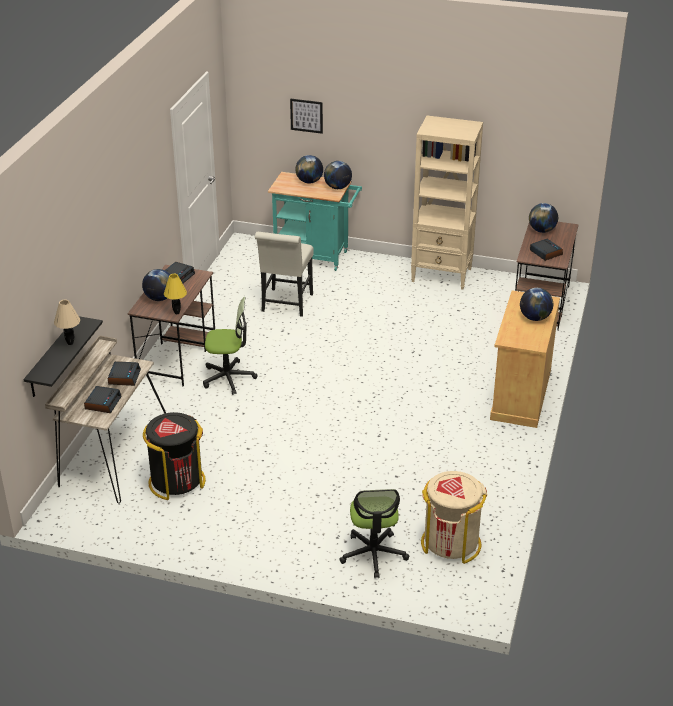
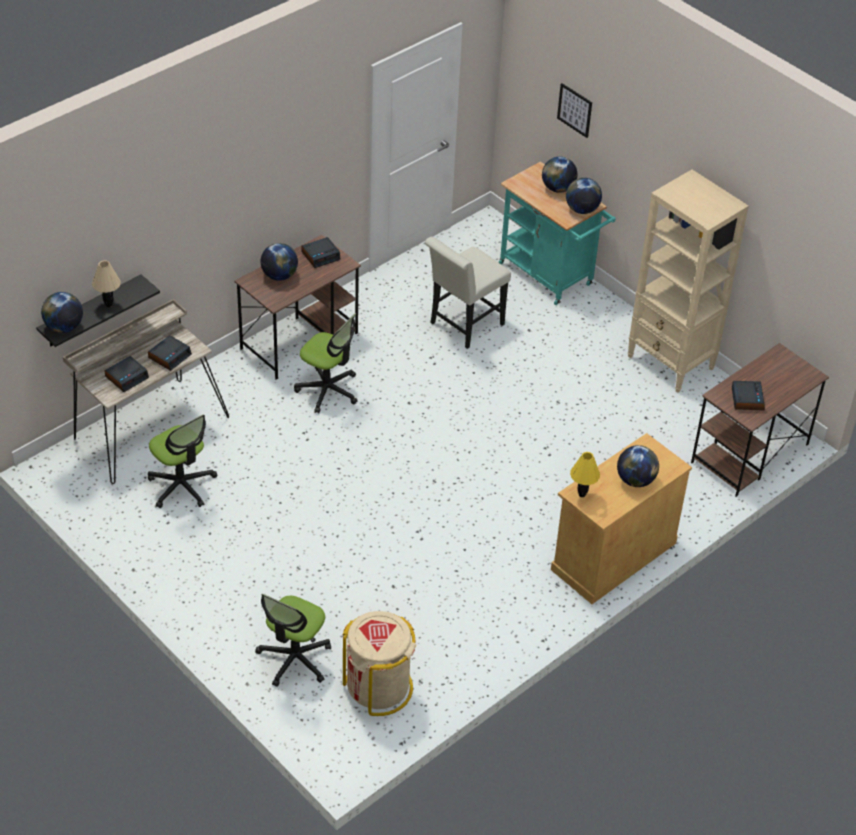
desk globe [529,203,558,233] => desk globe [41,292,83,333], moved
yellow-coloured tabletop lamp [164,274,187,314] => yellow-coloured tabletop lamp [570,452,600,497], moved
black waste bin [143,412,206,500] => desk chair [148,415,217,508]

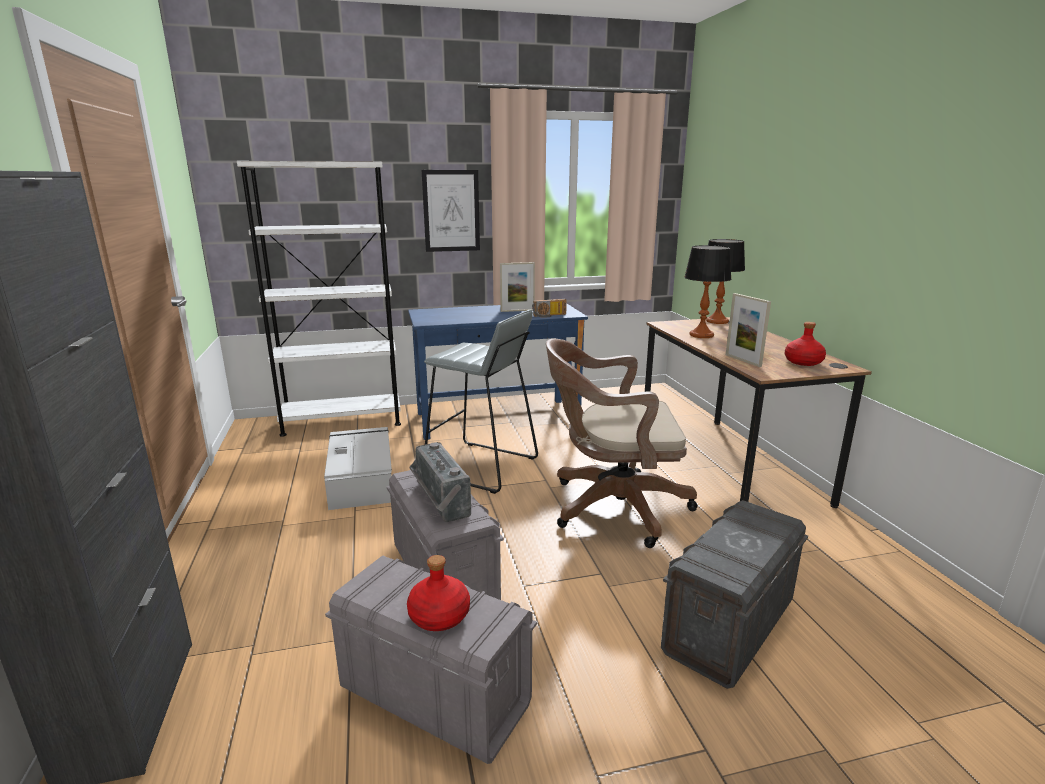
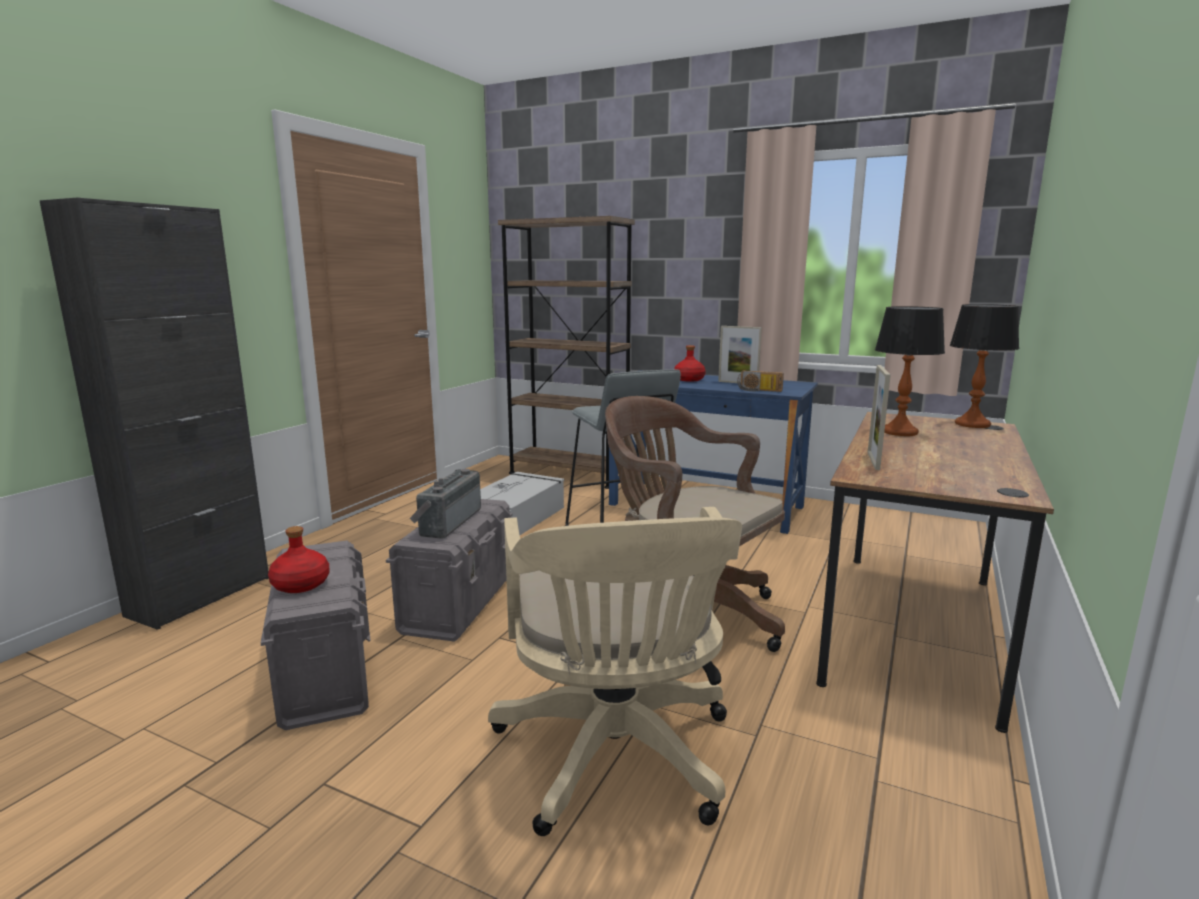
white-coloured bookshelf [237,161,401,437] => brownish bookshelf [498,216,635,489]
wall picture [422,170,480,252] => nothing
reddish bottle [784,322,826,366] => reddish bottle [674,345,706,382], moved
gray storage bin [661,500,808,689] => beige desk chair [488,507,742,836]

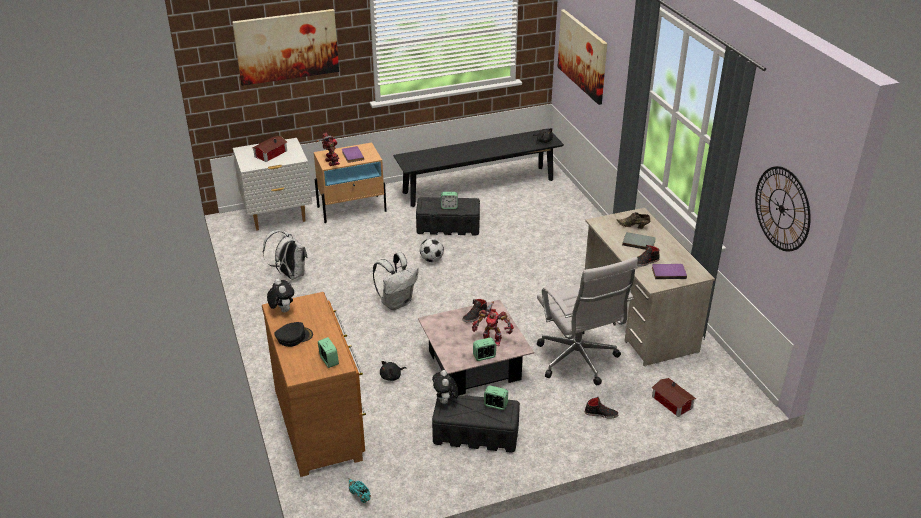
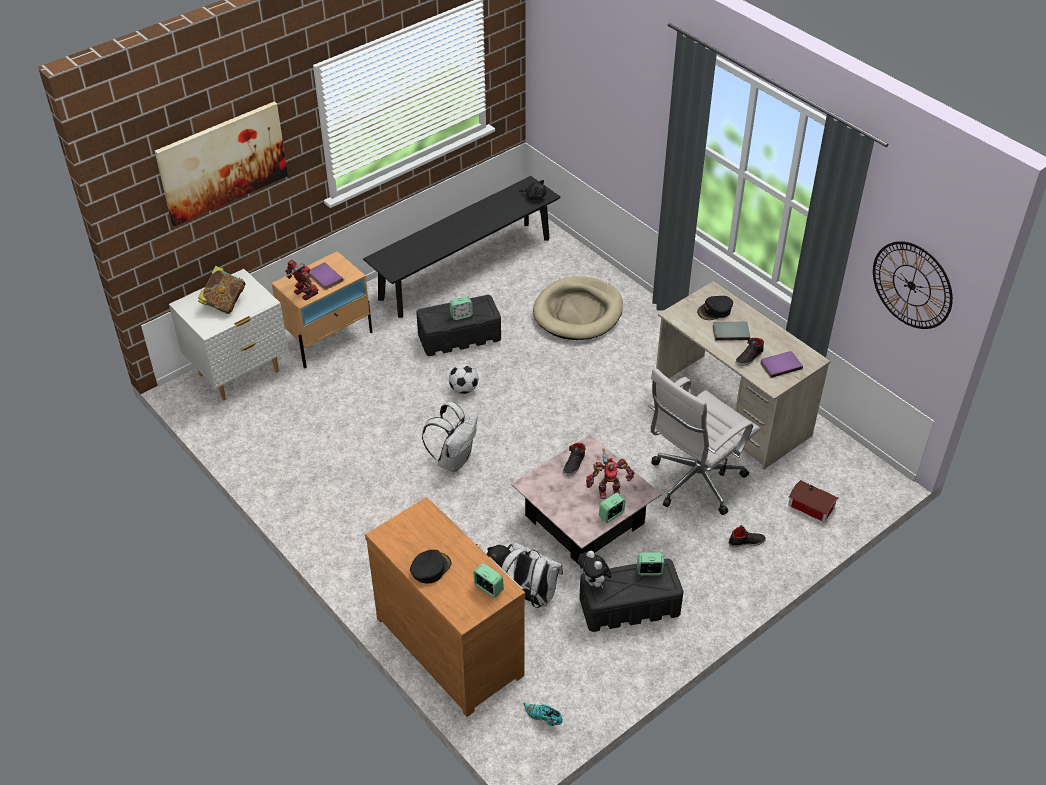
wall picture [558,9,607,105] => nothing
miniature house [252,136,287,162] => bound book [198,266,245,314]
brownish shoe [616,212,650,229] => black baseball cap [697,296,733,320]
white-coloured knapsack [263,230,307,280] => white-coloured knapsack [501,542,563,608], moved
white-coloured desk chair [537,257,638,385] => white-coloured desk chair [648,368,760,515], 90 degrees clockwise
cuddly toy [267,279,294,313] => nothing
nothing => beige dog bed [533,276,623,340]

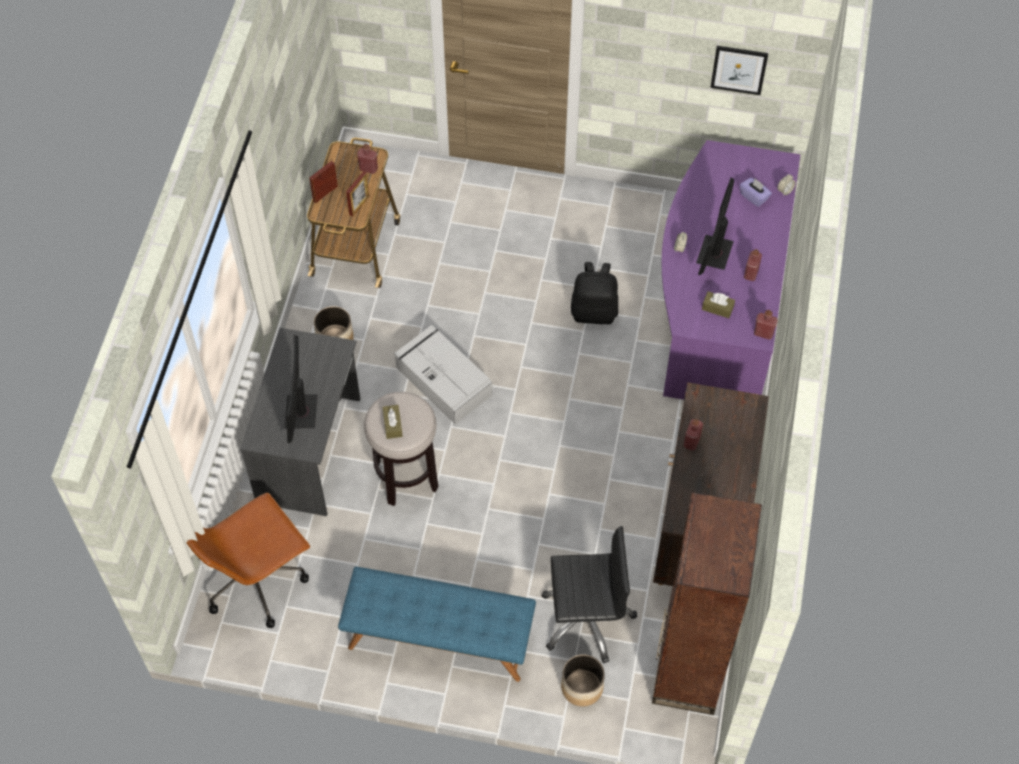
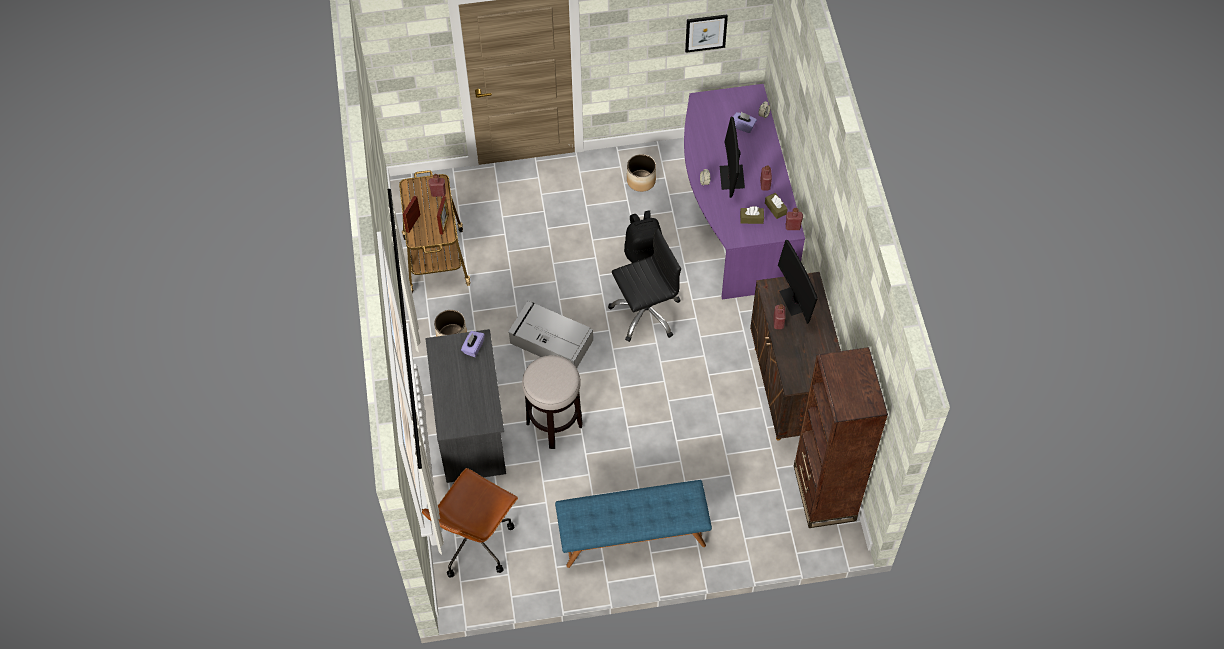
monitor [284,335,318,443] => monitor [778,240,818,324], moved
brownish tissue holder [382,405,403,439] => brownish tissue holder [765,193,788,219], moved
black desk chair [541,526,637,663] => black desk chair [608,229,681,342], moved
plant pot [561,654,605,707] => plant pot [627,154,656,192], moved
nothing => purplish tissue holder [461,331,485,357]

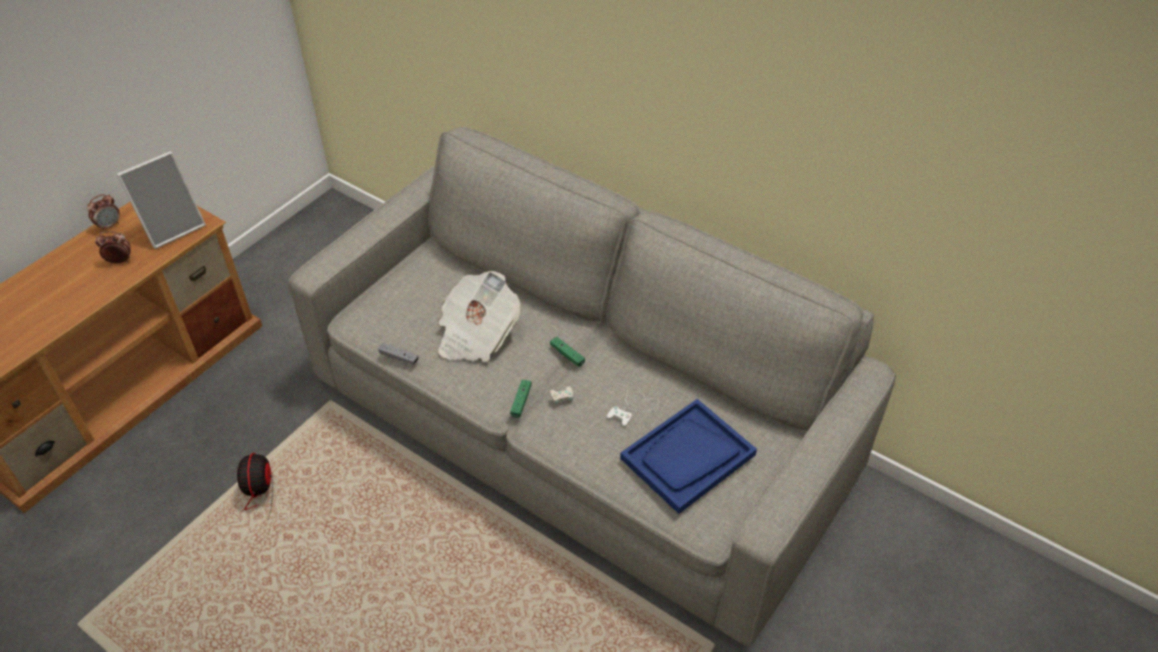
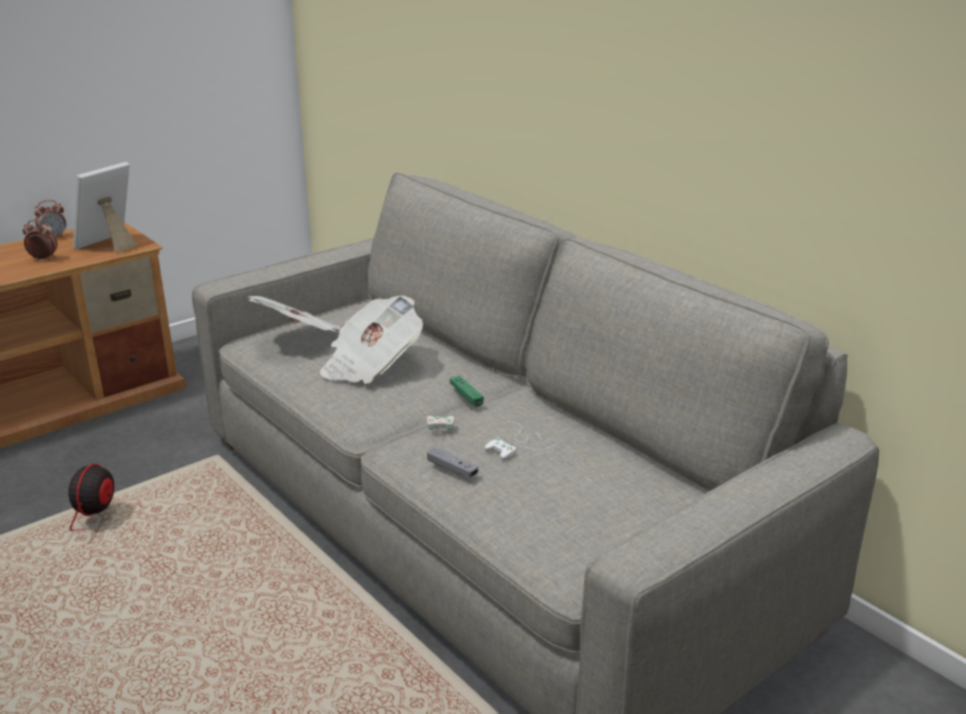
standing frame [117,151,206,249] => standing frame [73,162,137,253], 150 degrees clockwise
gray gamepad [378,343,419,365] => gray gamepad [427,447,478,478], moved
green-coloured gamepad [510,380,532,418] => nothing
blue carrying tray [620,399,757,514] => nothing
nothing => newspaper [249,296,341,332]

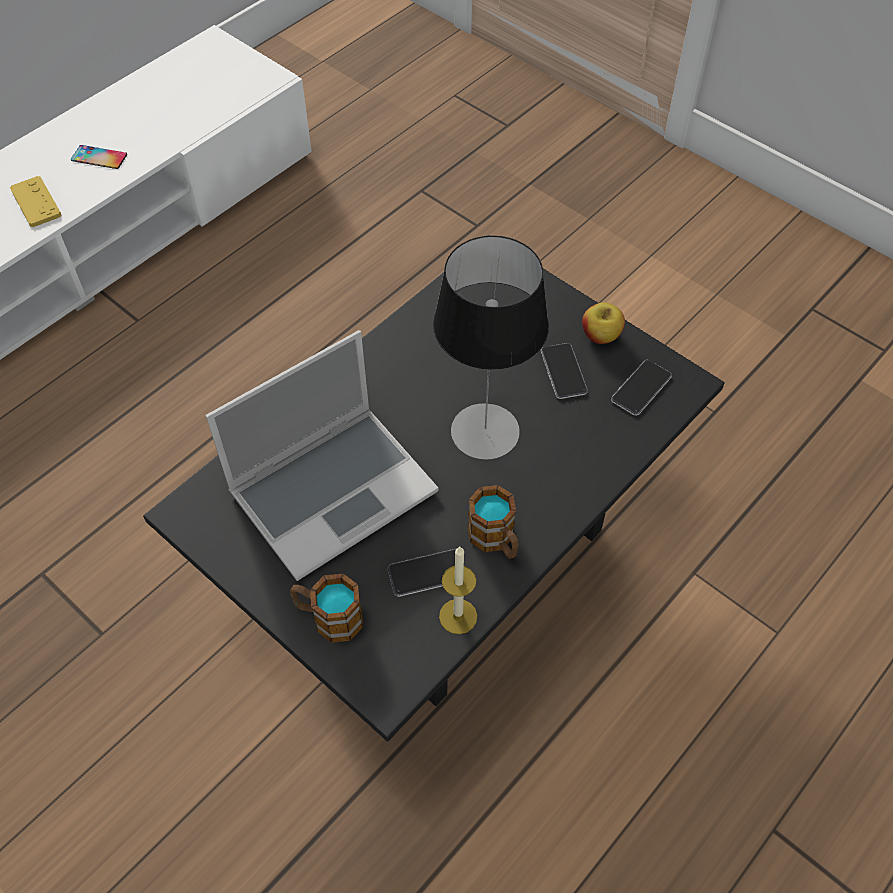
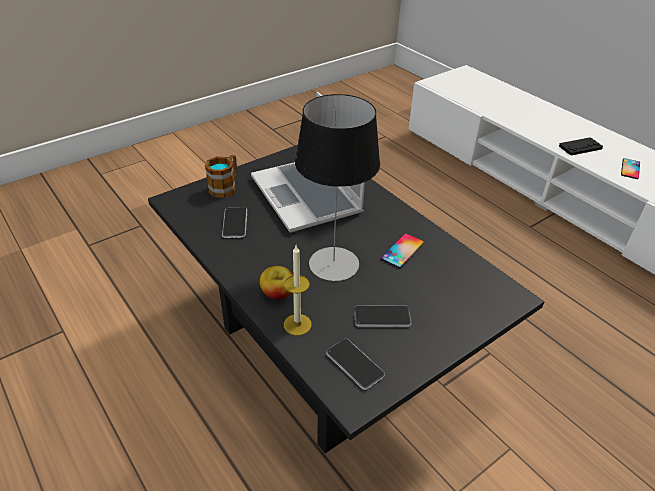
yellow-coloured gamepad [10,176,62,227] => black gamepad [559,137,603,155]
whole apple [582,302,625,344] => whole apple [260,266,293,300], moved
mug [468,485,519,559] => nothing
candle [439,547,477,634] => candle [284,246,312,336], moved
nothing => phone [381,233,424,268]

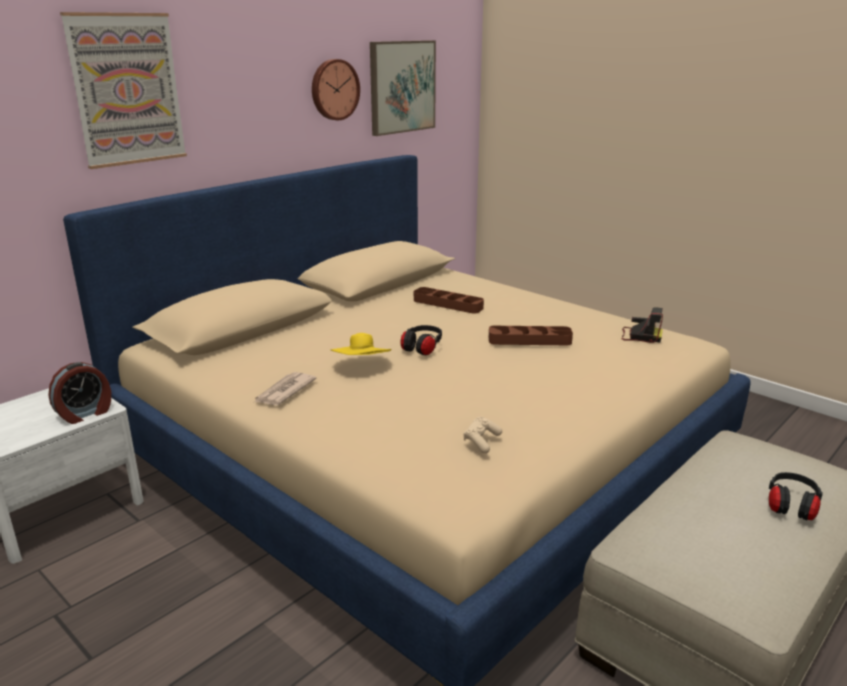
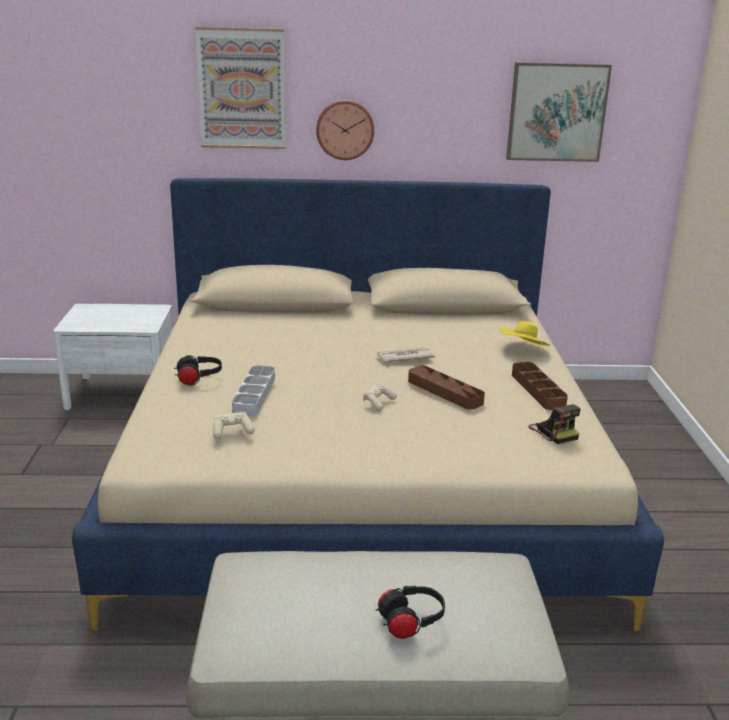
hanging clock [312,59,360,120] => hanging clock [316,100,374,160], moved
brownish carrying tray [414,287,484,314] => brownish carrying tray [512,362,568,410], moved
black headphones [400,325,442,356] => black headphones [174,356,222,386], moved
yellow-coloured clothing hat [331,333,392,355] => yellow-coloured clothing hat [499,321,550,346], moved
table clock [48,362,111,424] => nothing
newspaper [255,372,317,405] => newspaper [376,347,435,363], moved
nothing => gray carrying tray [232,365,275,416]
nothing => beige gamepad [363,383,397,411]

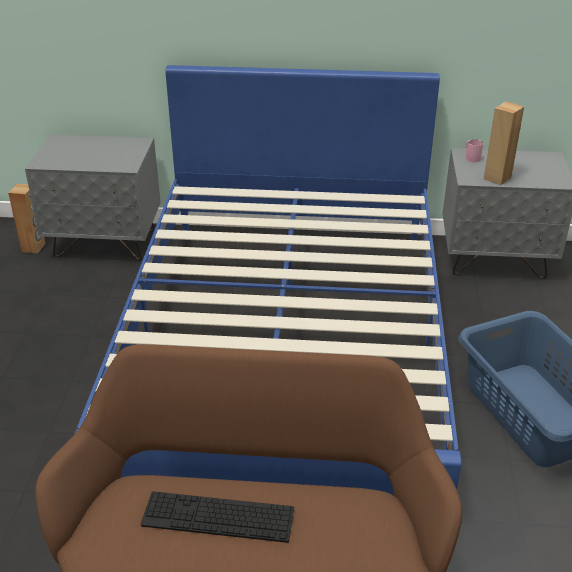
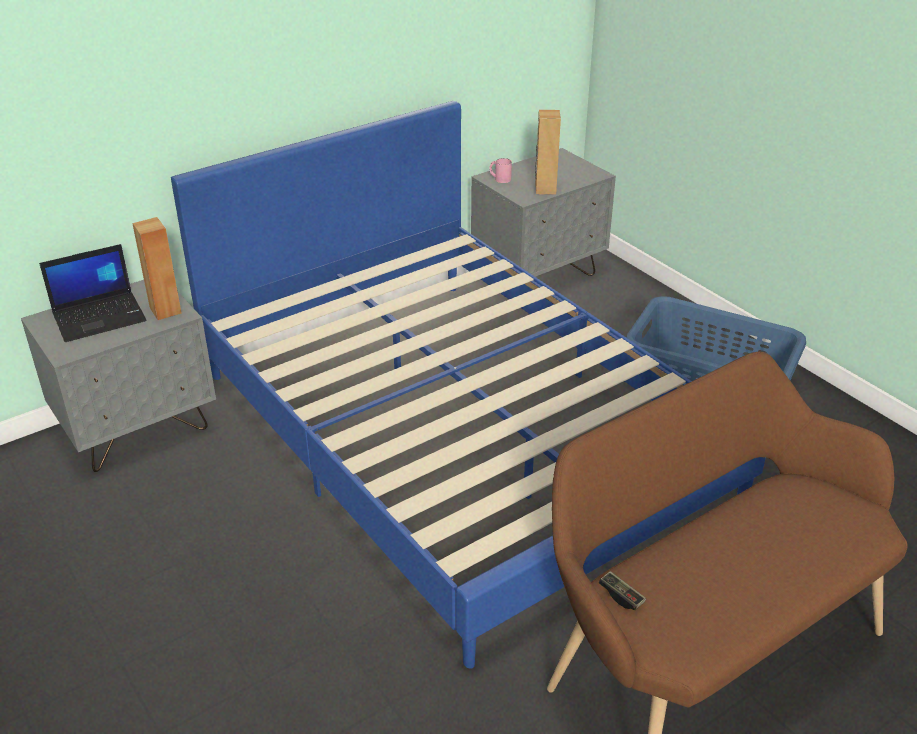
brownish audio speaker [8,184,45,254] => brownish audio speaker [132,217,182,320], moved
keyboard [141,491,294,543] => nothing
nothing => laptop [39,244,147,342]
nothing => gamepad [599,571,646,610]

